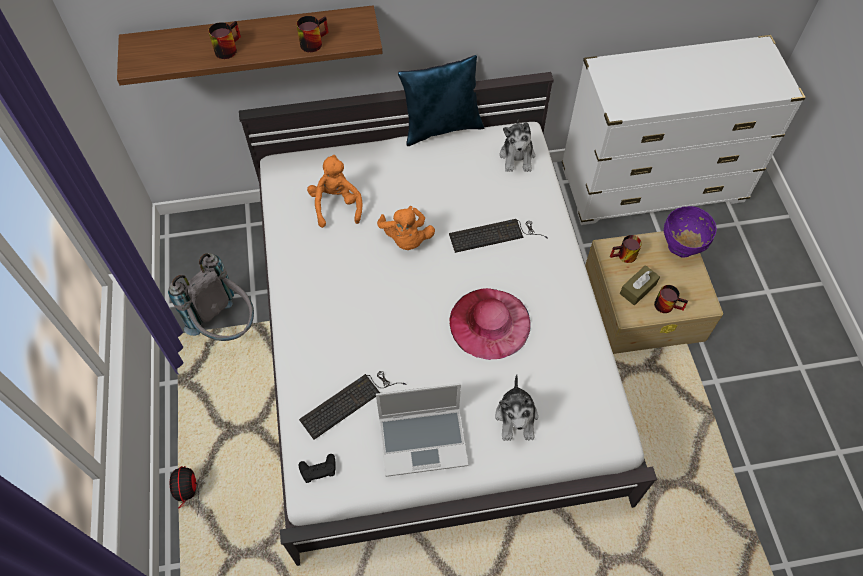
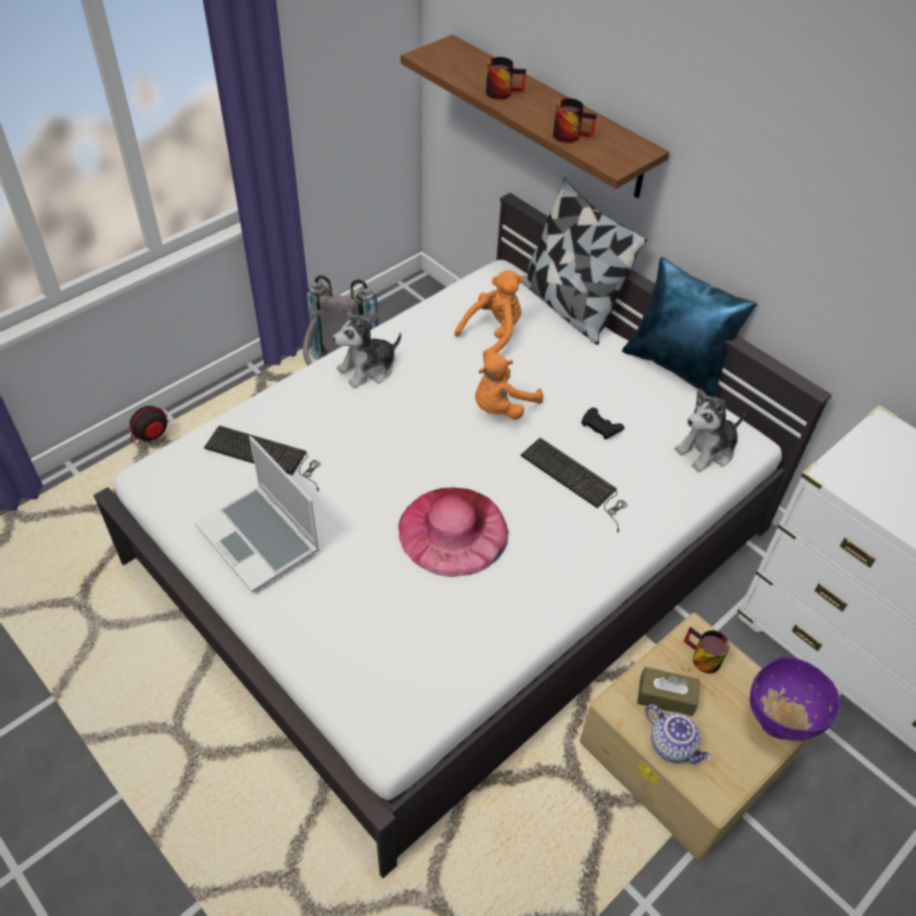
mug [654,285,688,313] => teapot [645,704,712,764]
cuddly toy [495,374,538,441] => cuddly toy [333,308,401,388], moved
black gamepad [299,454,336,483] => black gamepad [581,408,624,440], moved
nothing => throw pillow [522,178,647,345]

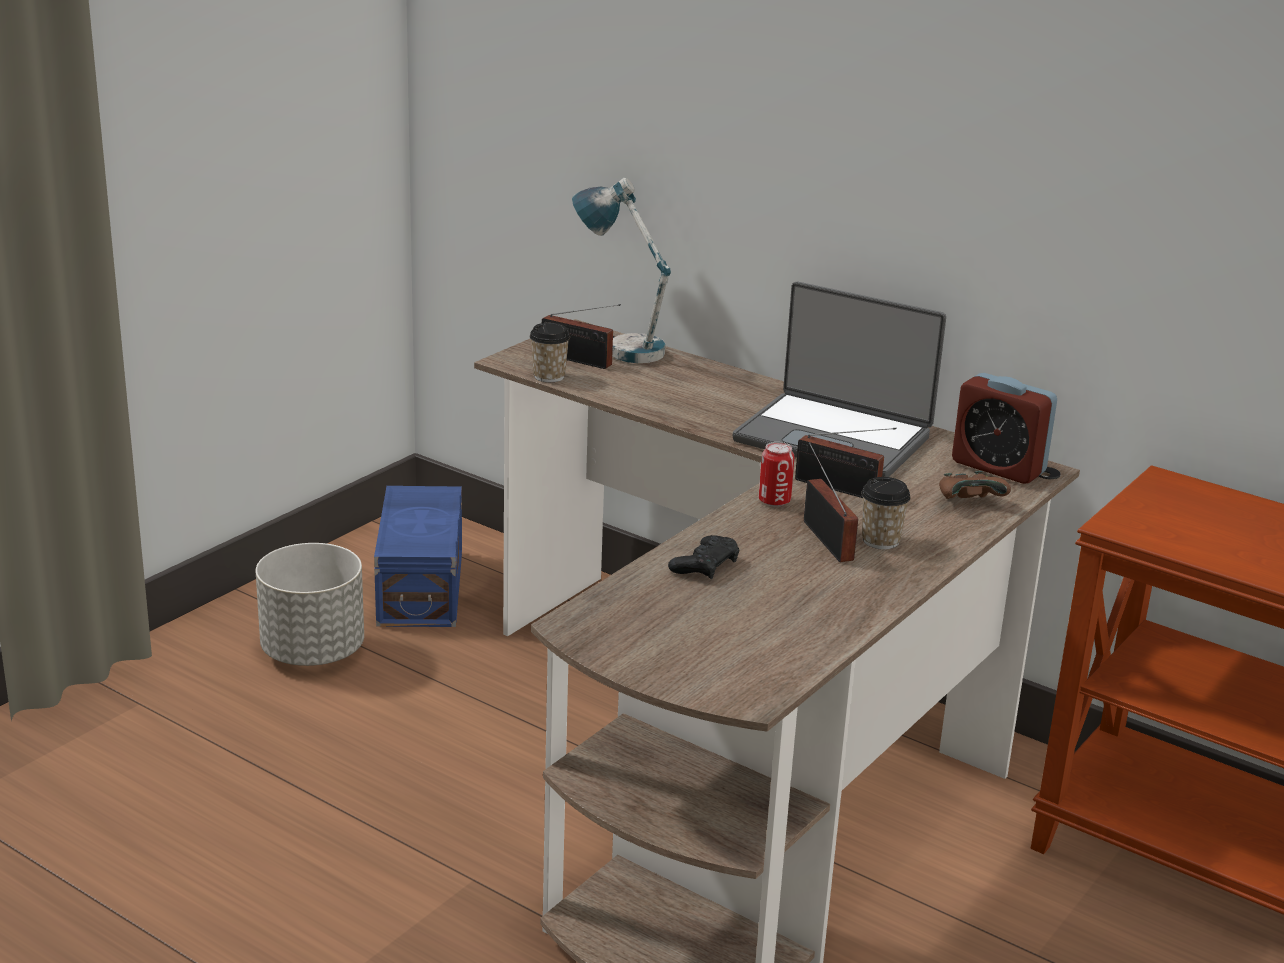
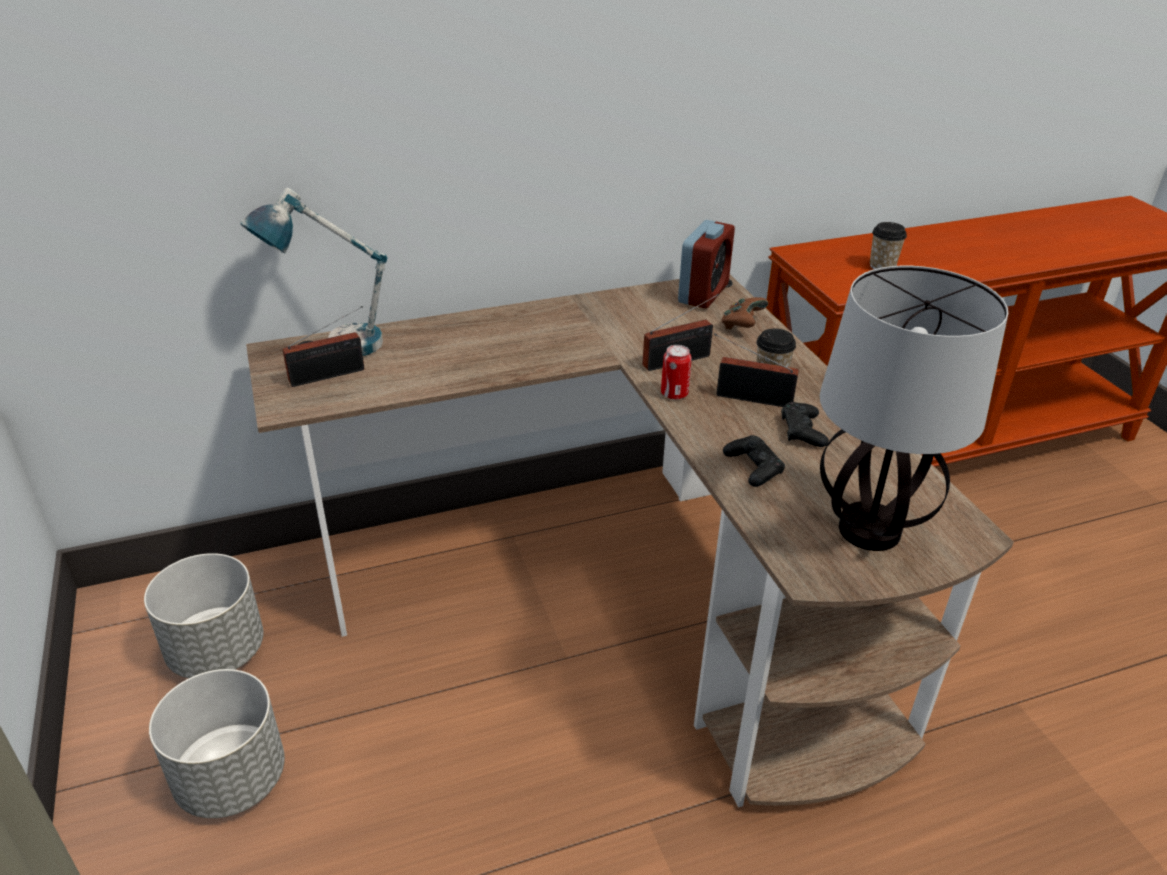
laptop [733,281,946,477] => nothing
small cup [529,323,570,382] => small cup [870,222,907,269], moved
table clock [952,373,1057,484] => table clock [678,220,735,308], 45 degrees counterclockwise
blue storage bin [374,486,462,627] => gray plant pot [144,553,263,678]
nothing => tabletop lamp [820,266,1008,551]
nothing => black gamepad [781,402,829,447]

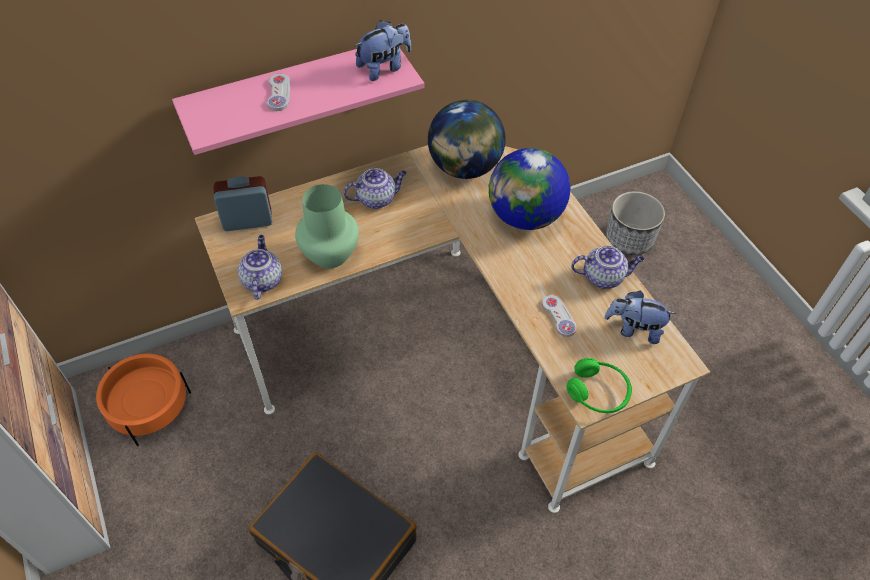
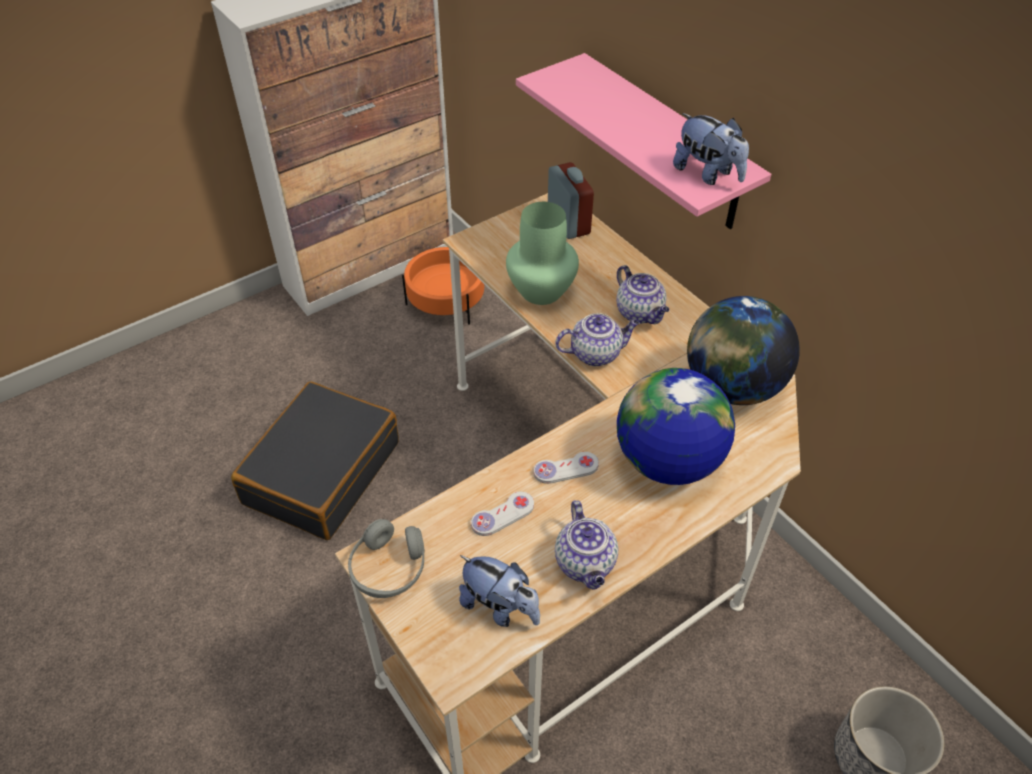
white-coloured gamepad [267,74,290,111] => white-coloured gamepad [533,452,599,484], moved
teapot [238,235,282,300] => teapot [555,313,640,366], moved
cuddly toy [604,291,676,344] => cuddly toy [459,555,540,627], 120 degrees clockwise
green-coloured headphones [566,358,632,413] => gray headphones [348,519,425,598]

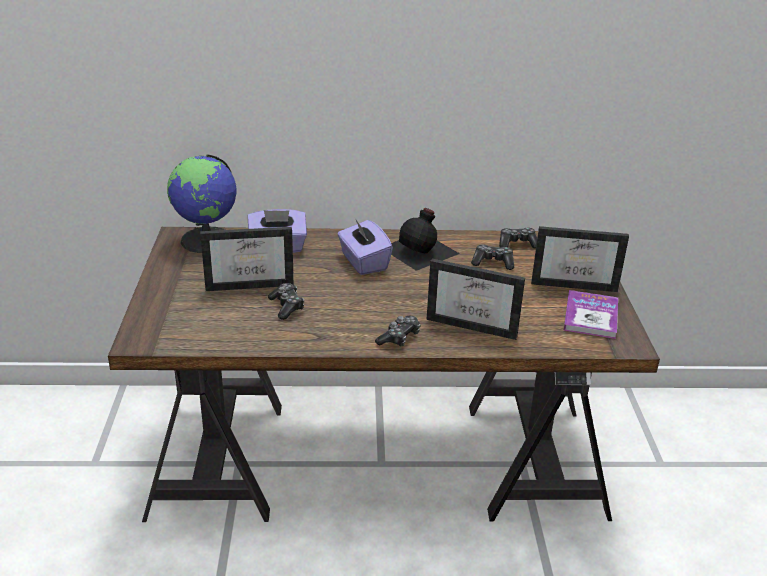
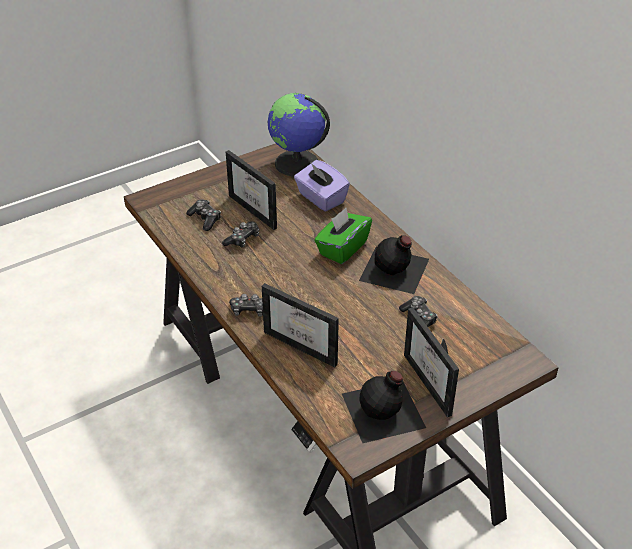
purplish tissue holder [338,218,393,275] => green-coloured tissue holder [314,208,372,264]
gamepad [499,228,537,249] => gamepad [186,199,221,231], moved
standing frame [426,259,525,340] => standing frame [262,283,339,368], 45 degrees counterclockwise
bound book [564,290,618,339] => black bottle [342,371,426,443]

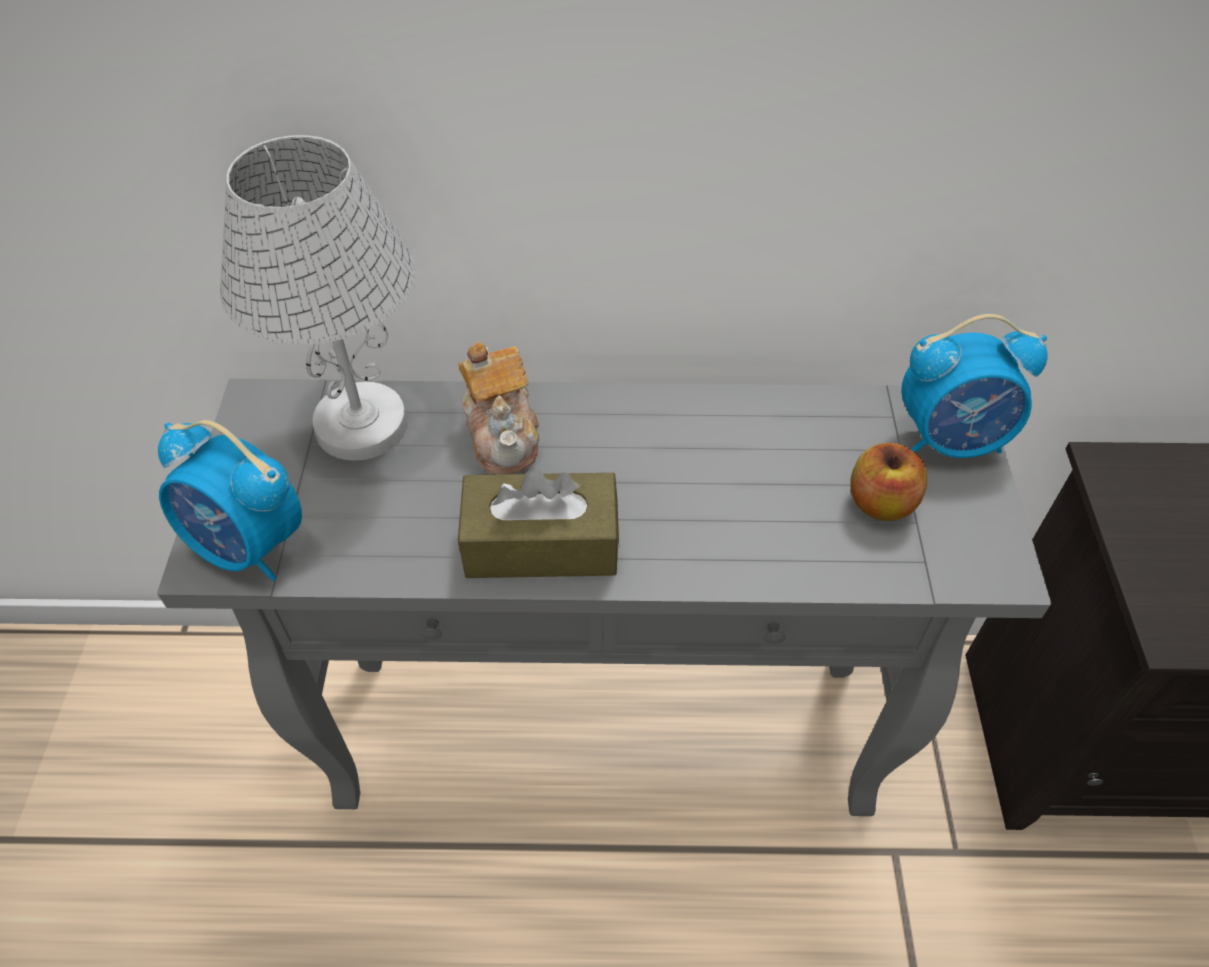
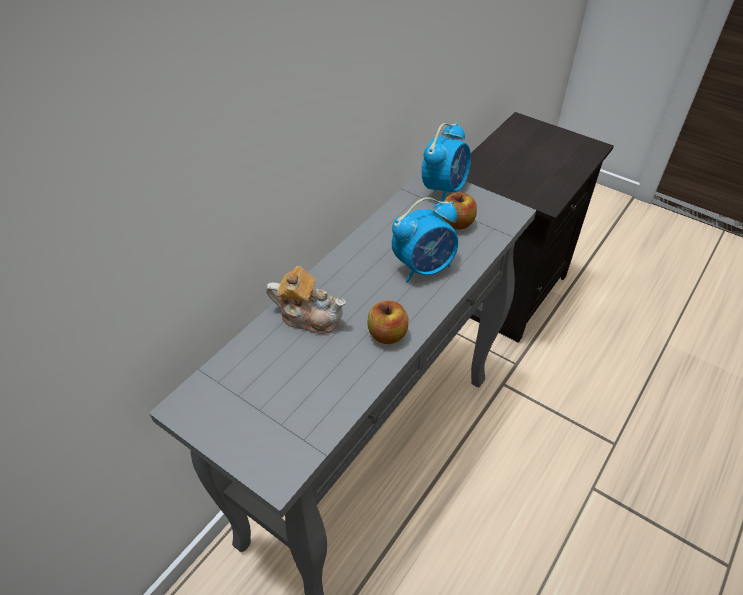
white-coloured tabletop lamp [220,135,417,461] => nothing
table clock [158,420,302,581] => table clock [392,197,458,283], moved
brownish tissue holder [458,468,619,578] => whole apple [367,301,408,344]

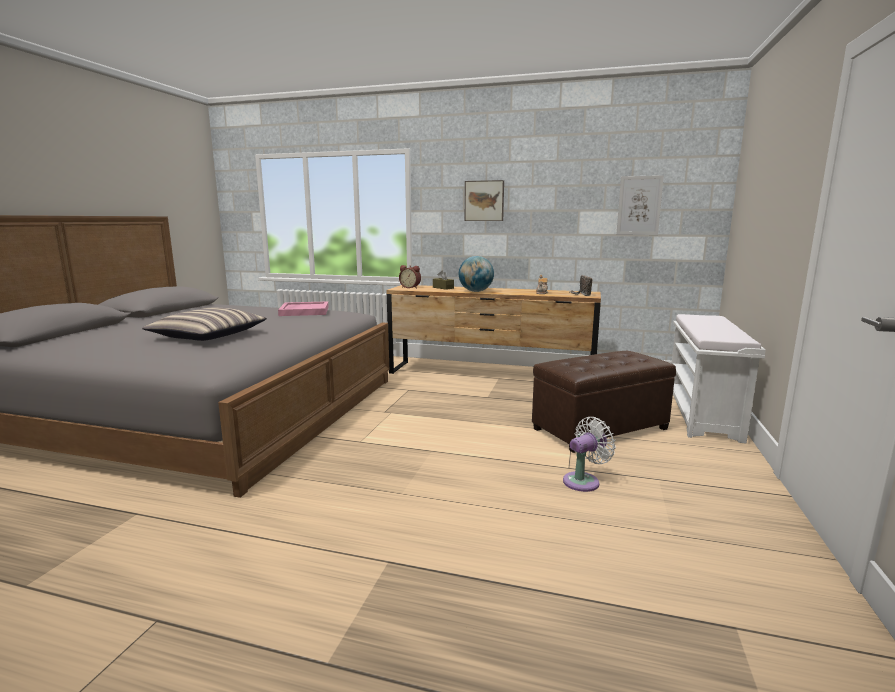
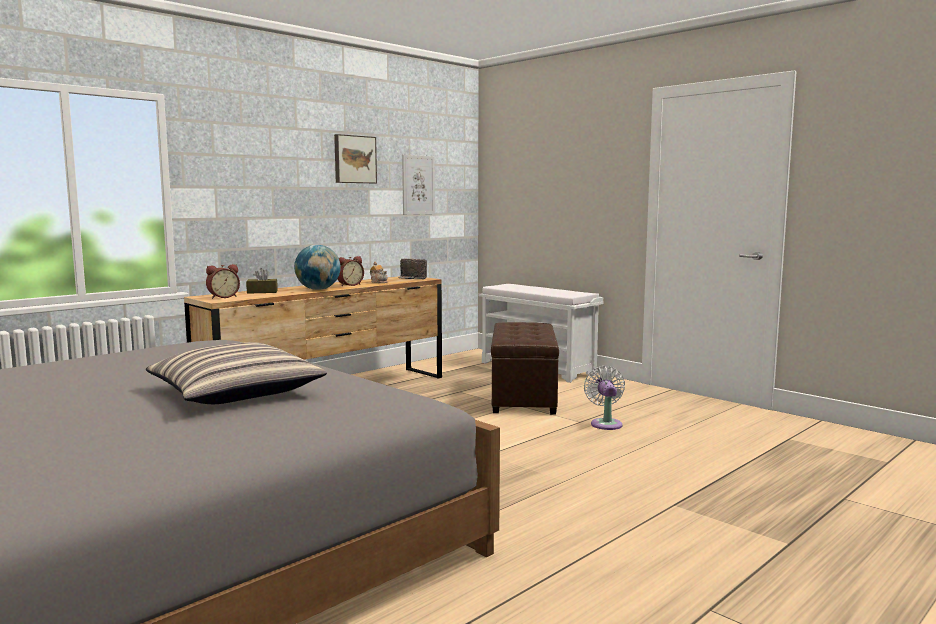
wall picture [465,180,504,221] => wall picture [334,134,377,183], moved
pinkish carrying tray [278,301,329,316] => nothing
nothing => table clock [337,256,364,286]

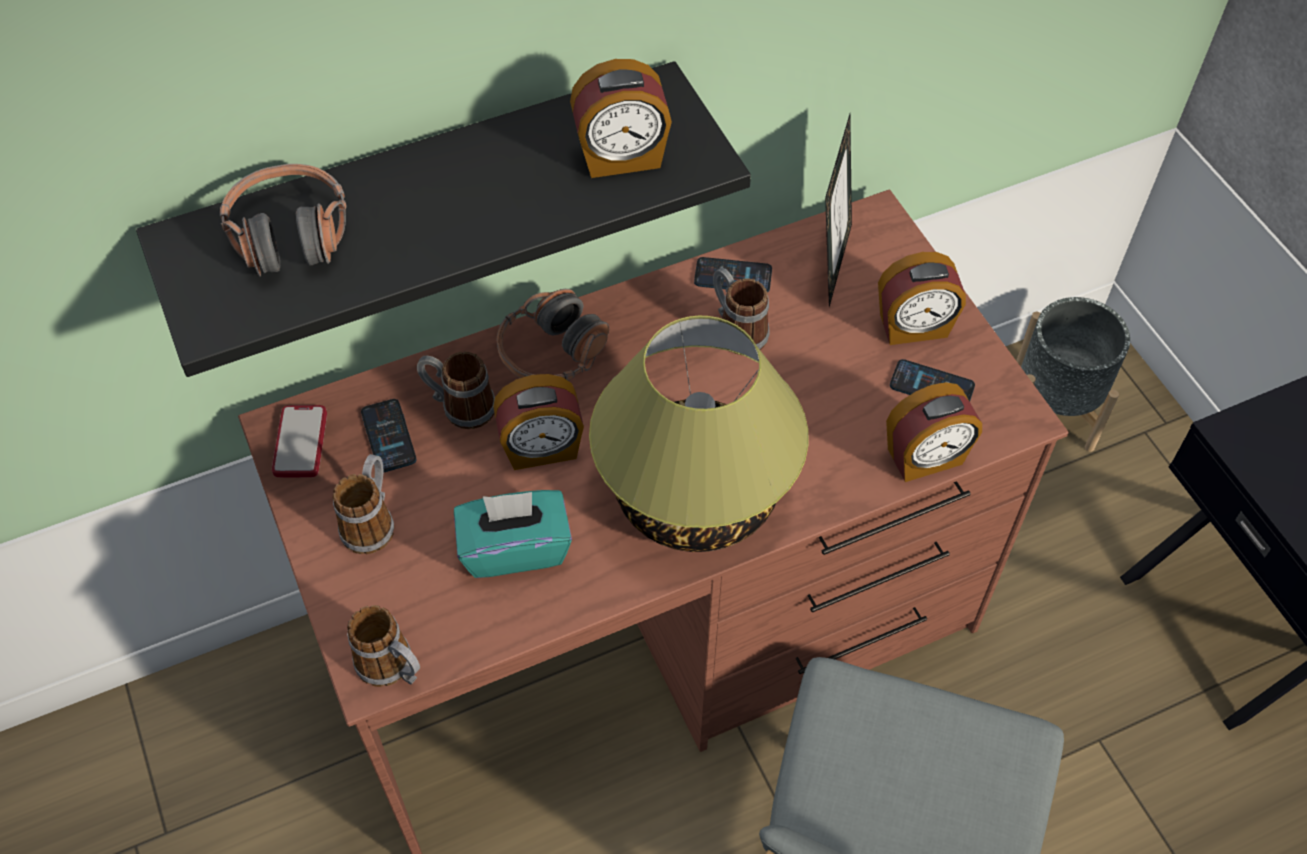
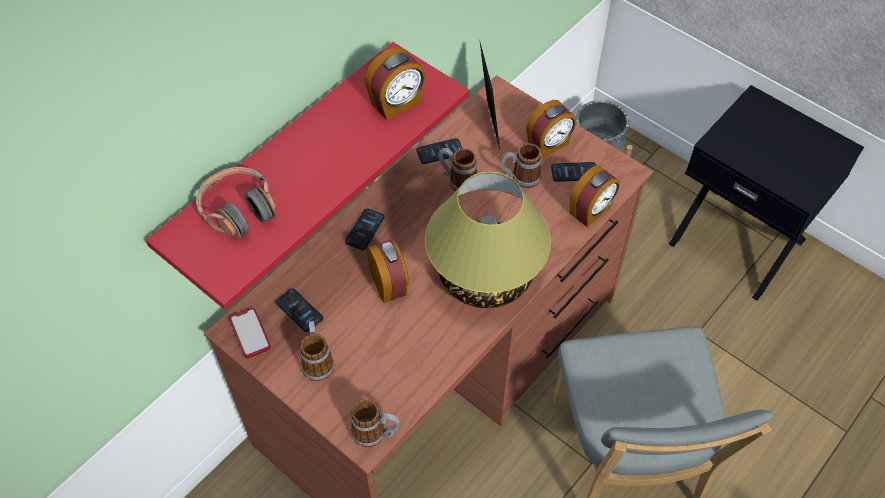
black shelf [136,61,751,377] => reddish shelf [146,42,469,310]
headphones [497,289,609,381] => phone [345,208,385,250]
mug [417,351,495,429] => mug [501,143,542,188], moved
table clock [493,374,584,470] => table clock [367,239,409,303], 75 degrees counterclockwise
turquoise-coloured tissue holder [454,490,572,578] => nothing

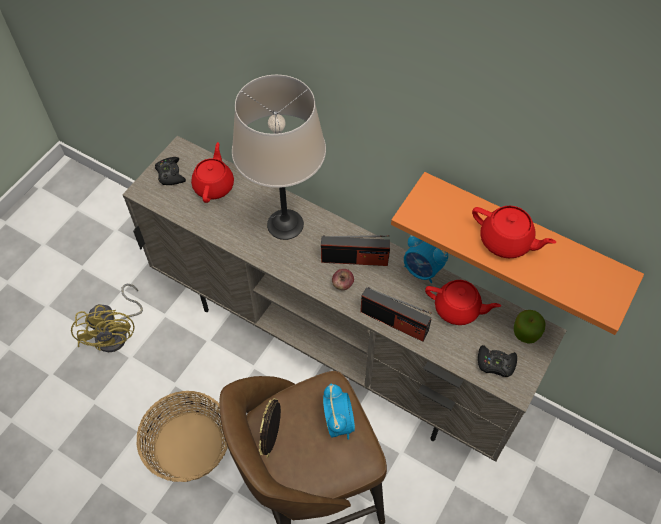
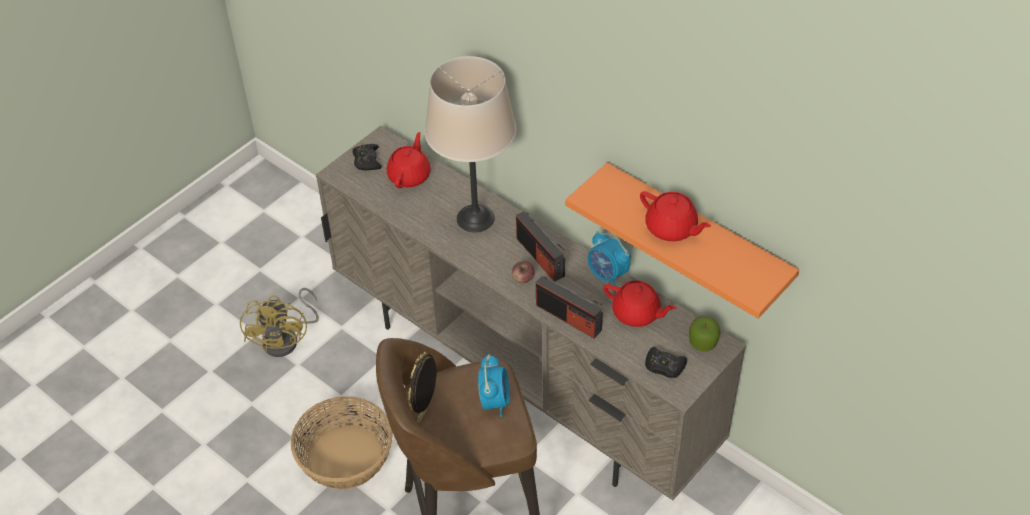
radio receiver [321,235,390,266] => radio receiver [516,211,565,282], 45 degrees clockwise

